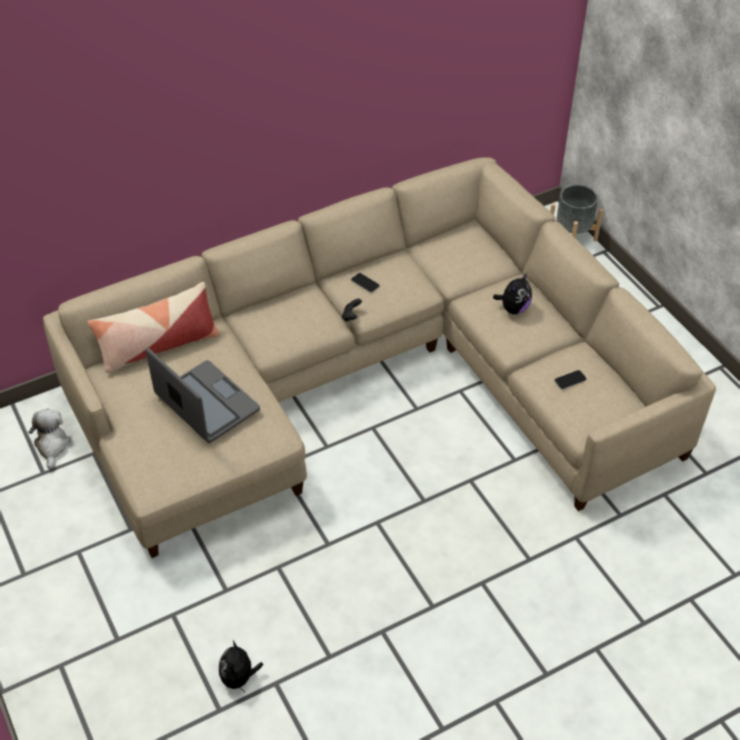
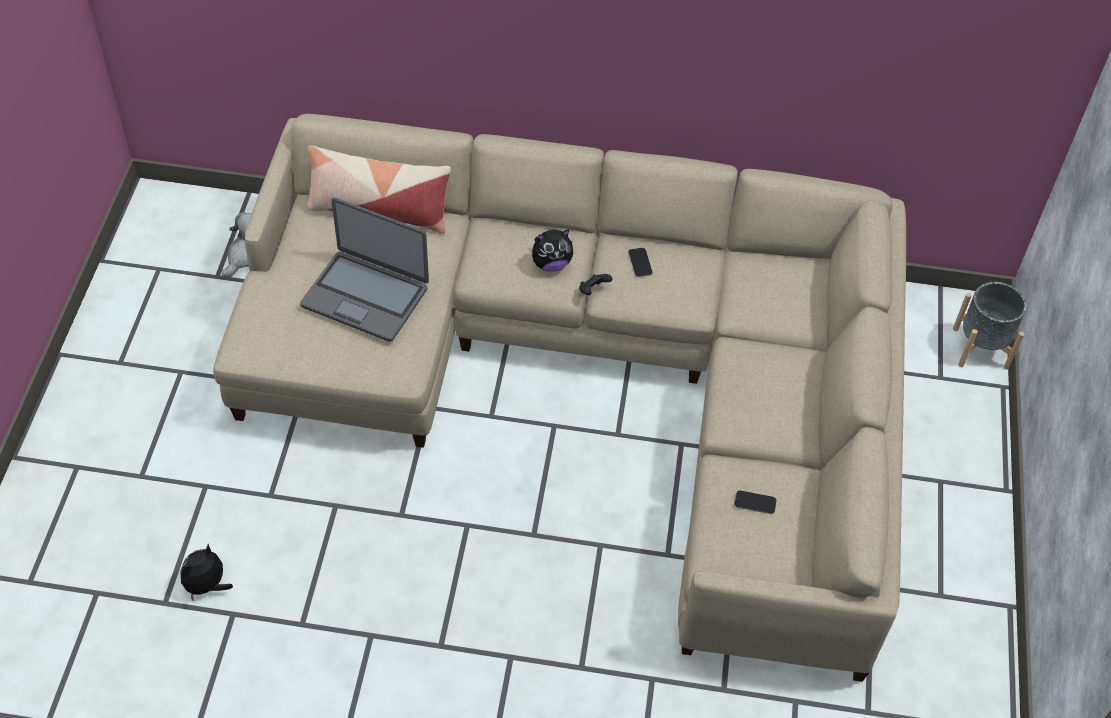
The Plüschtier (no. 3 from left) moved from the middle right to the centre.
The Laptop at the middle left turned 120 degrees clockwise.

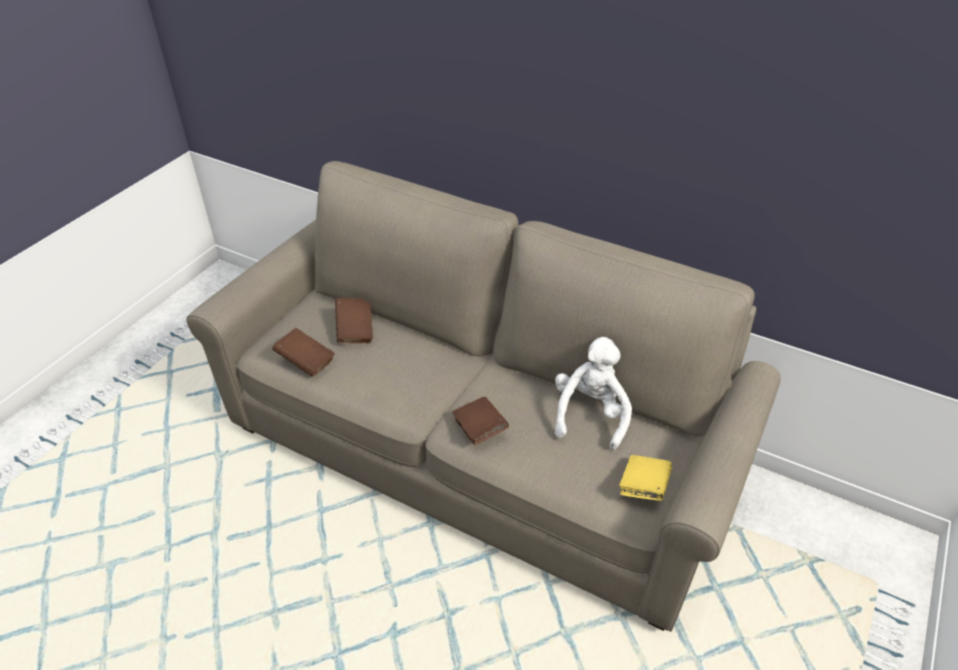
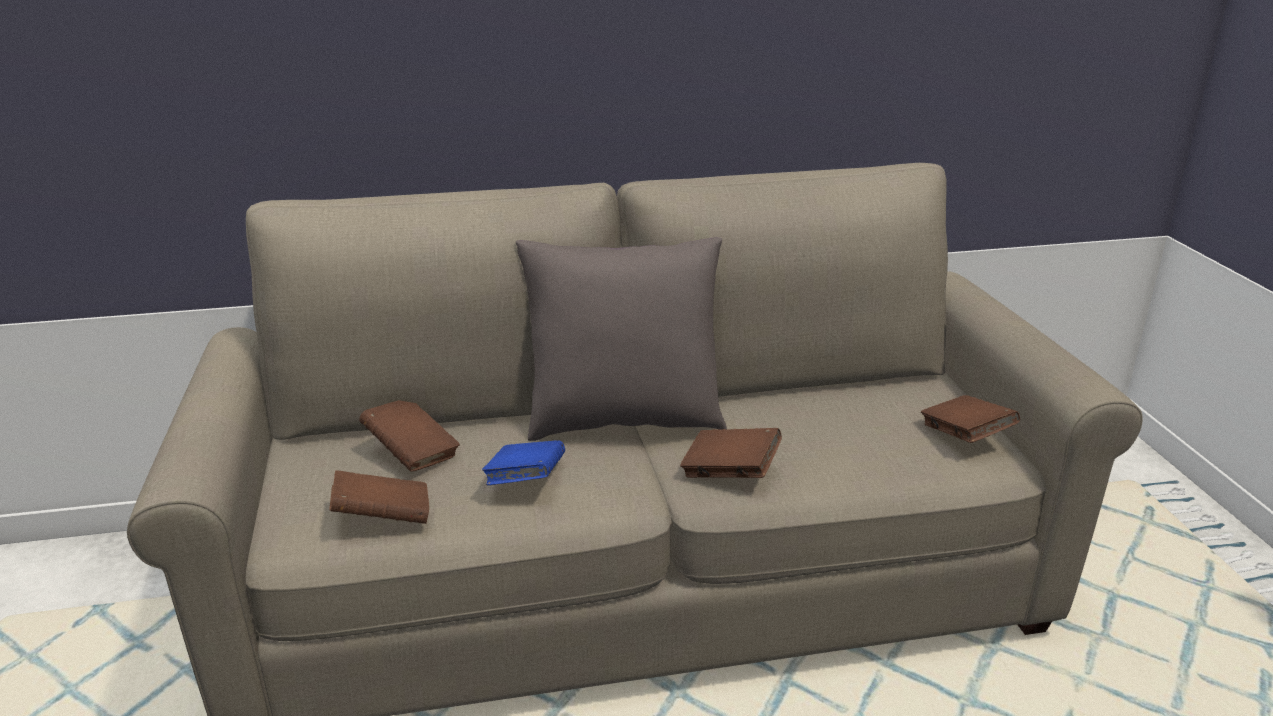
The Plüschtier (weiß) at the centre disappeared.
The Buch (gelb) at the bottom right became the Buch (braun) (no. 4 from left) at the middle right.
The Kissen (grau) at the centre appeared.
The Buch (blau) at the centre appeared.

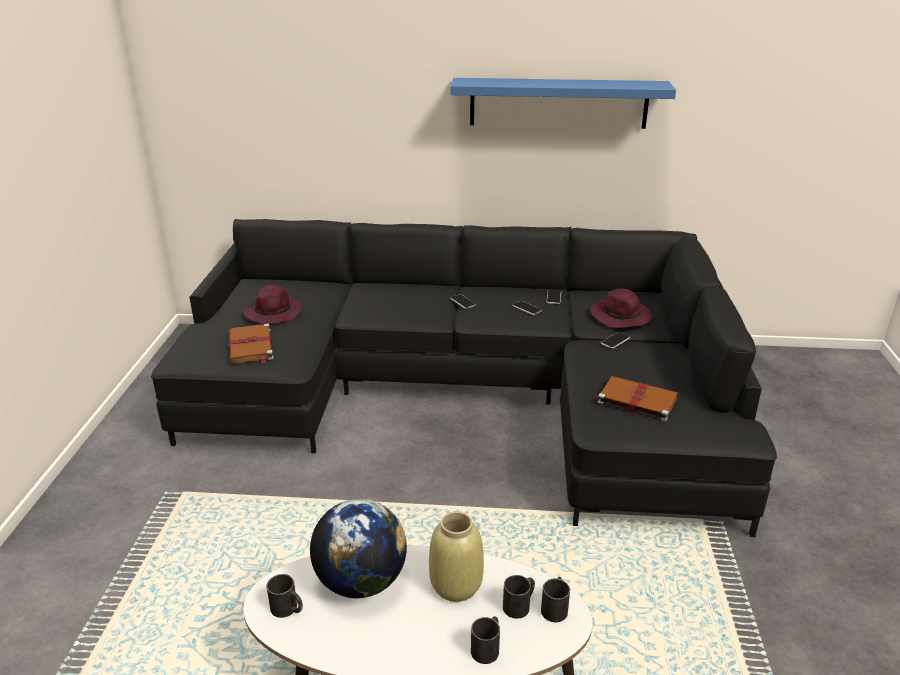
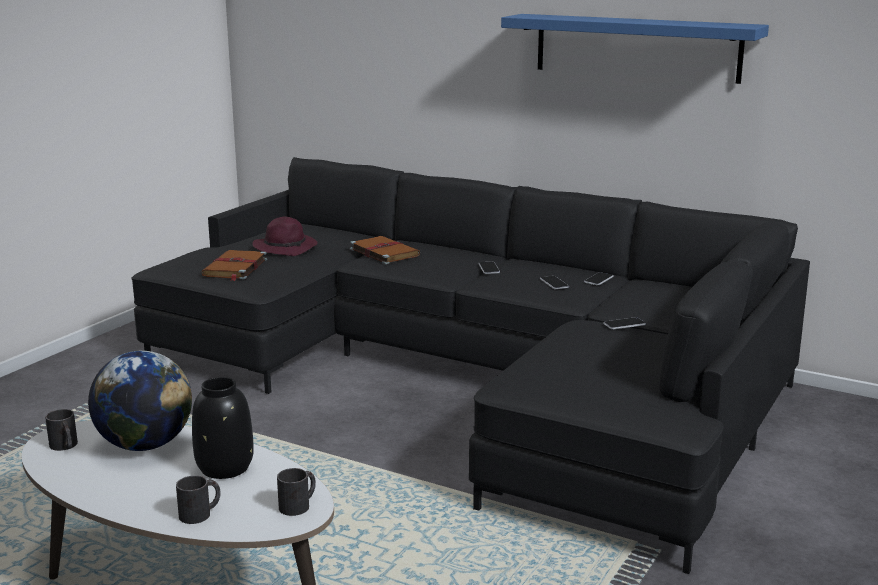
The Hut (lila) (no. 2 from left) at the middle right disappeared.
The Buch (braun) (no. 2 from left) moved from the middle right to the centre.
The Vase (beige) at the bottom centre became the Vase (schwarz) at the bottom left.
The Henkelbecher (schwarz) (no. 3 from left) at the bottom centre disappeared.

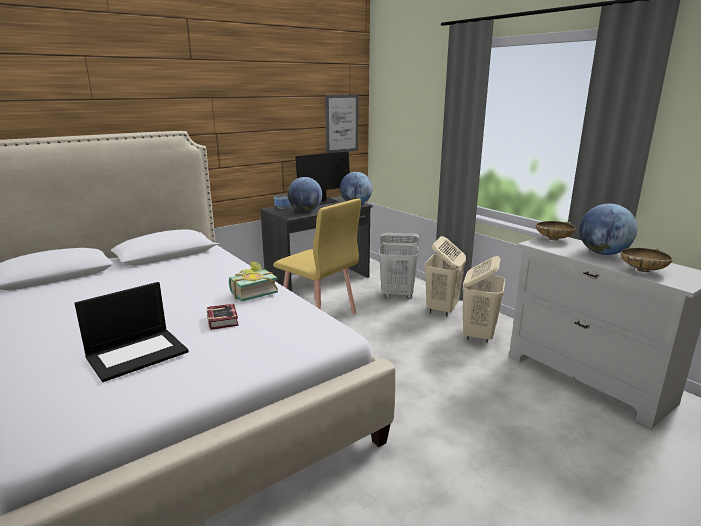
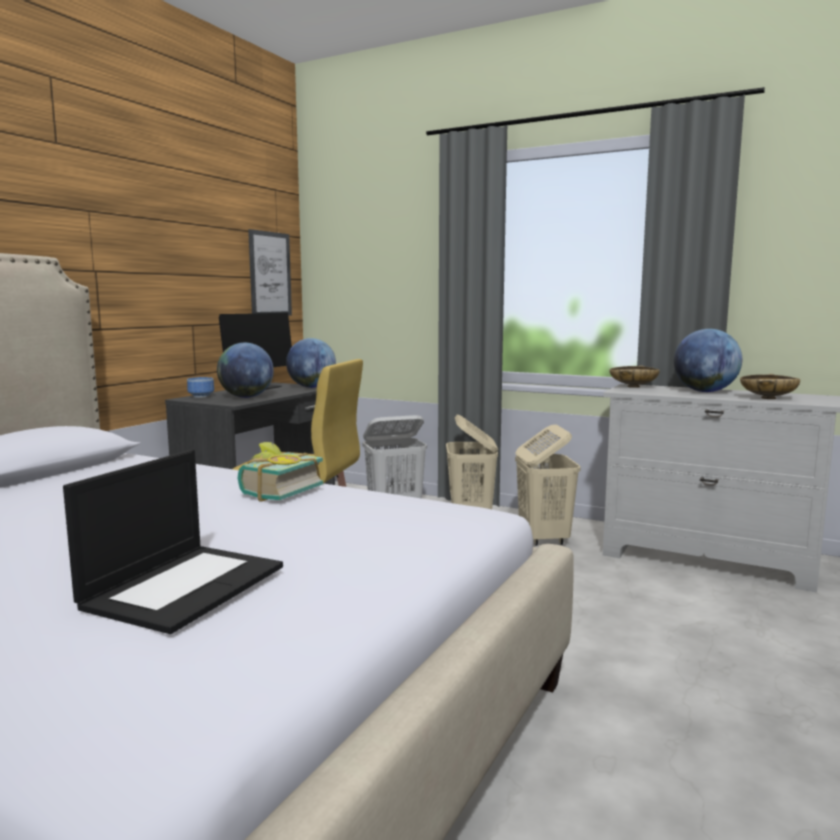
The Buch (no. 1 from left) at the middle left disappeared.

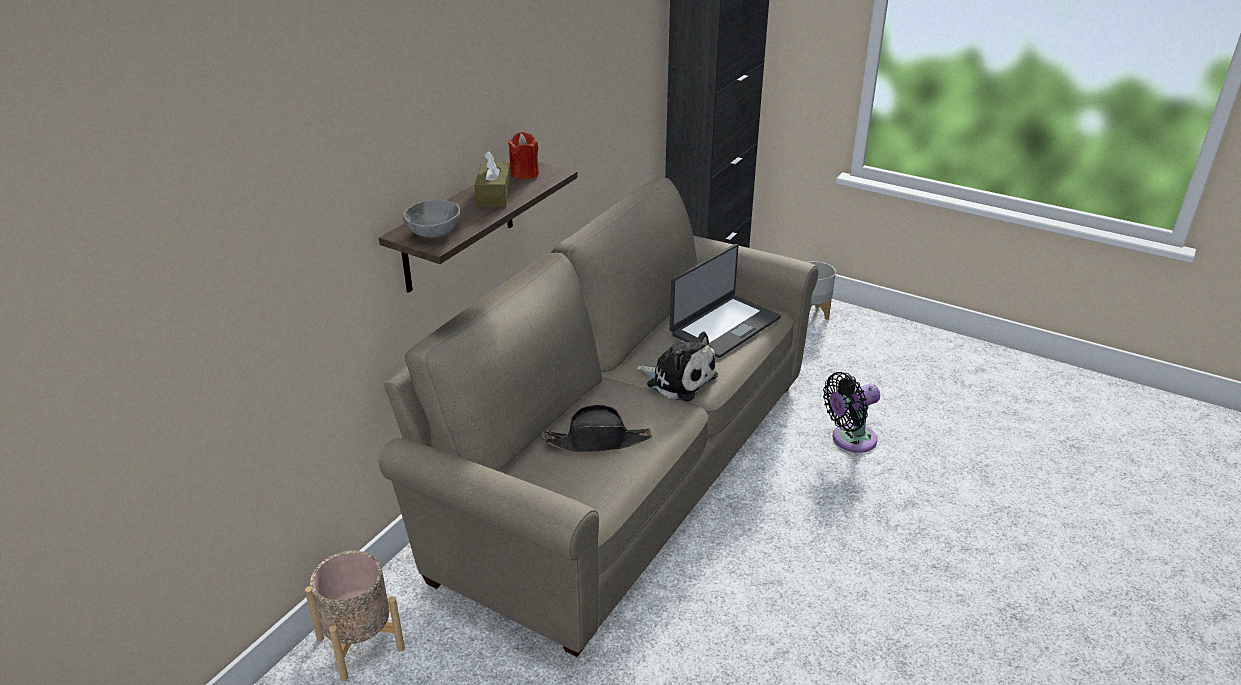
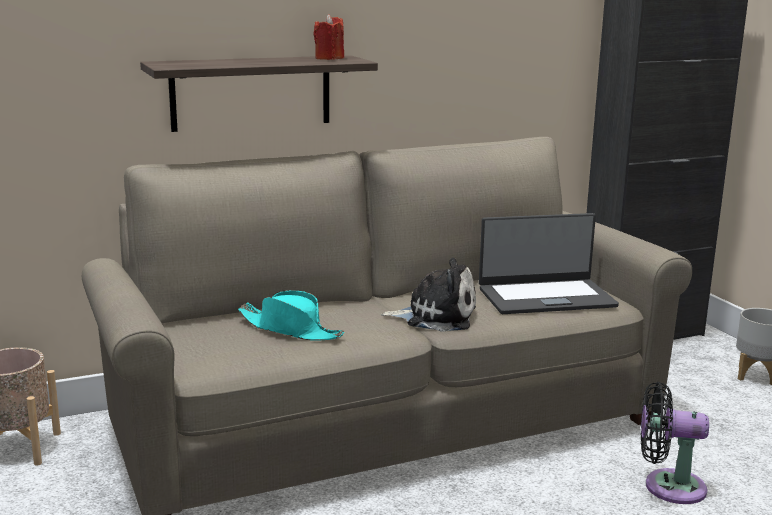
The Taschentuchbox (braun) at the top centre disappeared.
The Schüssel (grau) at the top centre disappeared.
The Plüschtier at the centre turned 60 degrees counterclockwise.
The Hut (schwarz) at the centre became the Hut (türkis) at the centre.

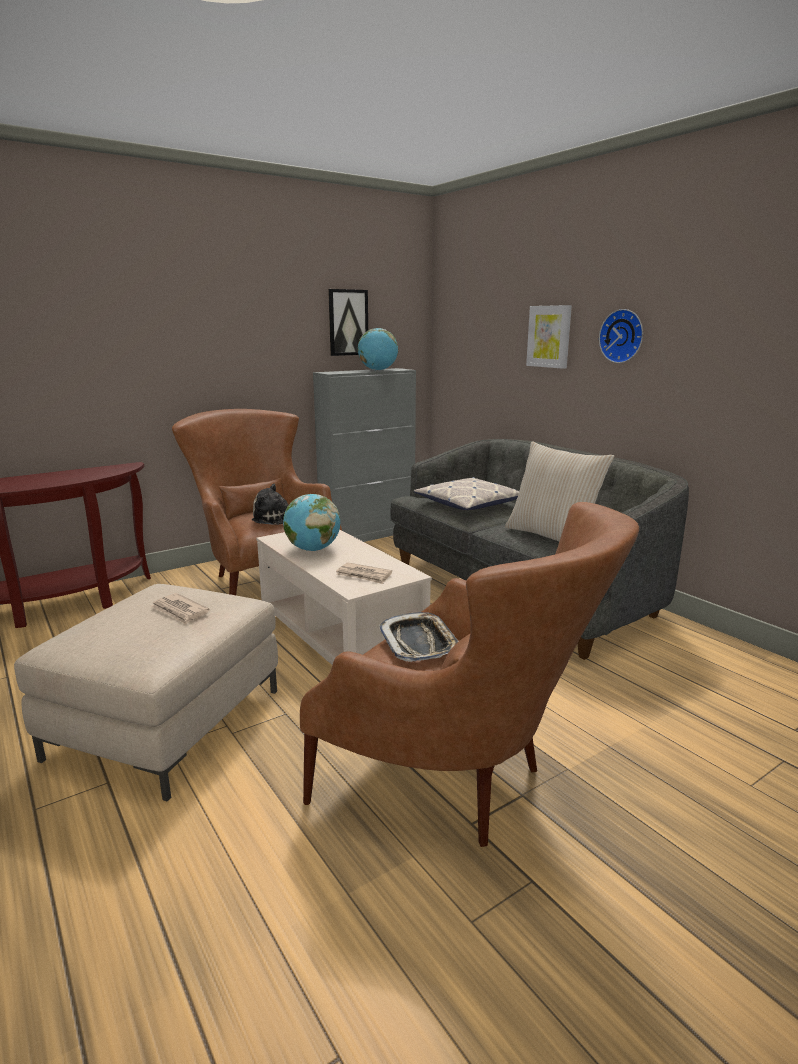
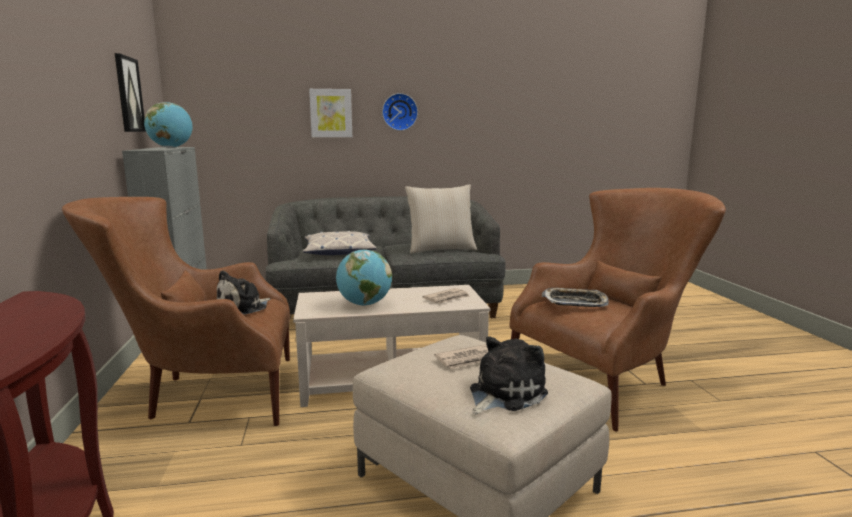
The Plüschtier (no. 2 from left) at the bottom centre appeared.

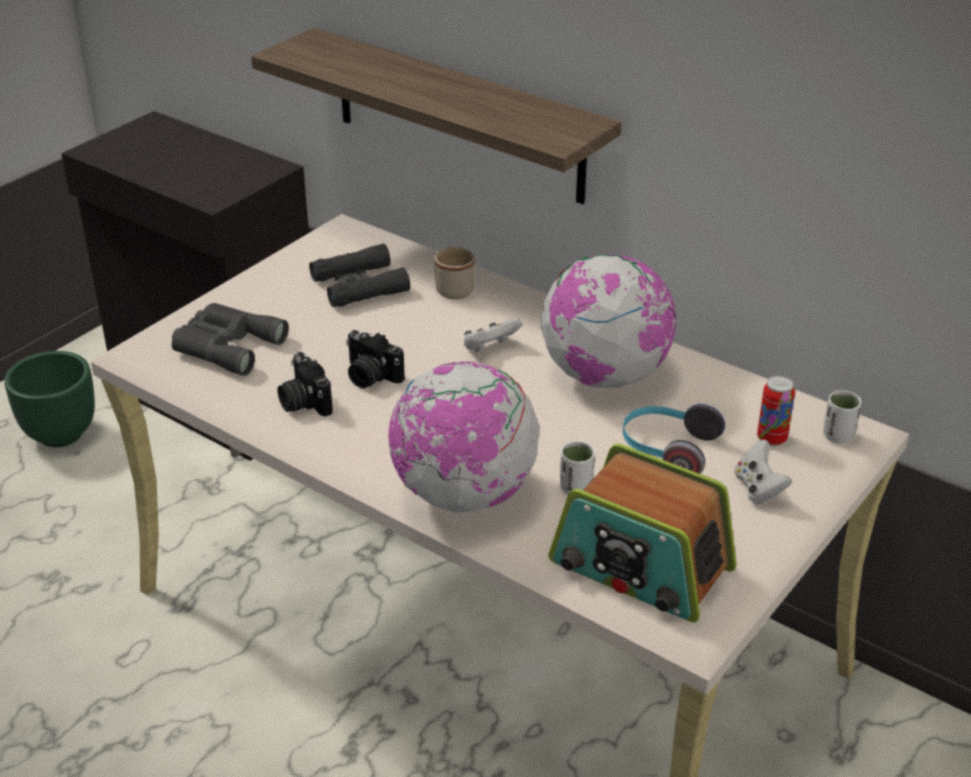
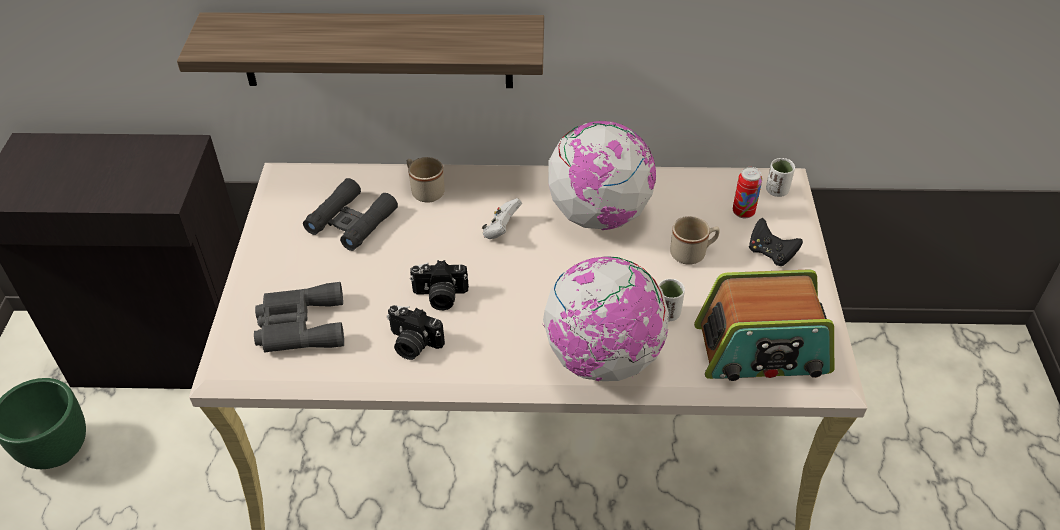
The Kopfhörer at the middle right was replaced by the Henkelbecher (beige) (no. 2 from left) at the centre.
The Gamepad (weiß) (no. 2 from left) at the middle right became the Gamepad (schwarz) at the middle right.

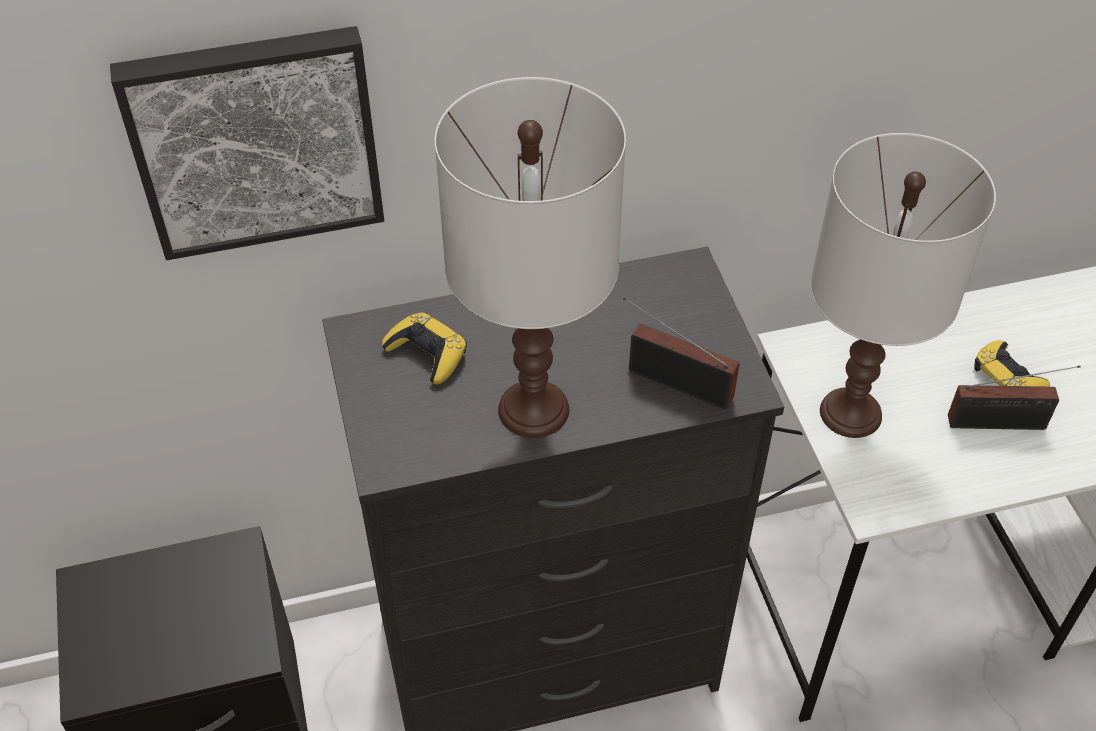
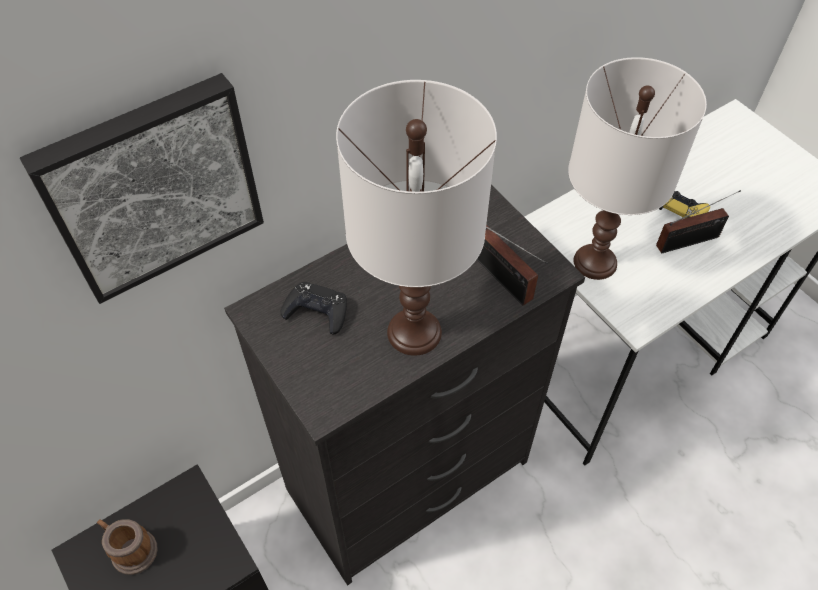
The Radio (no. 1 from left) at the centre turned 135 degrees counterclockwise.
The Gamepad (gelb) (no. 1 from left) at the centre became the Gamepad (schwarz) at the centre.
The Henkelbecher at the bottom left appeared.

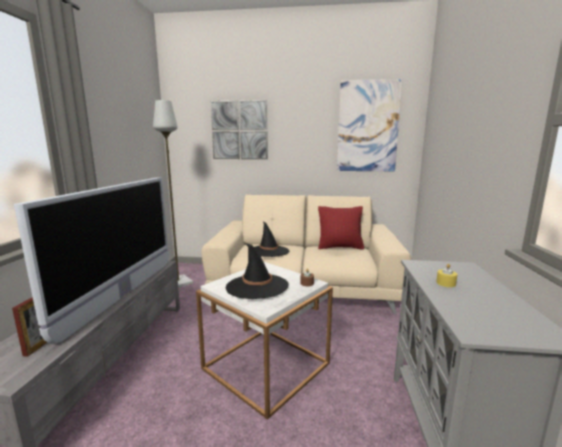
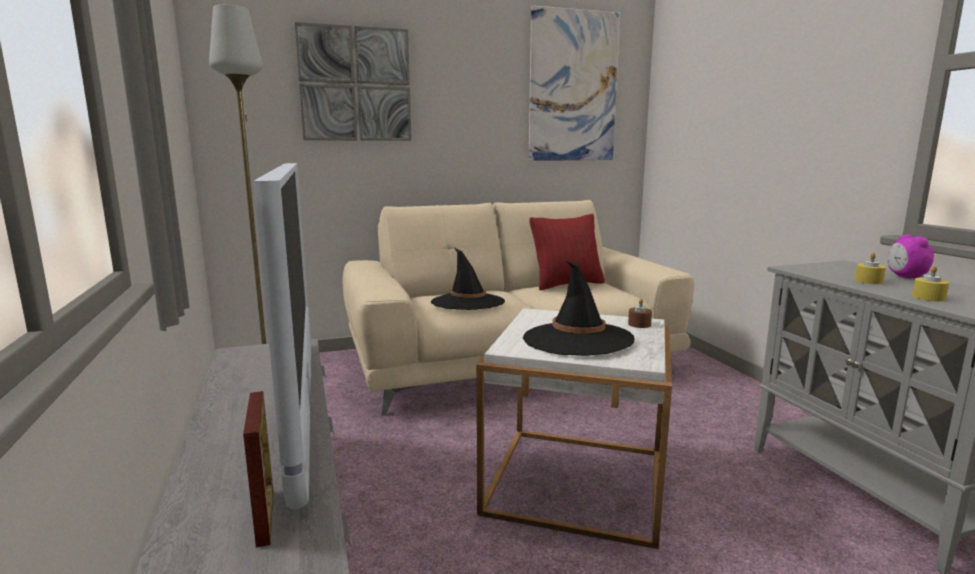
The Wecker at the middle right appeared.
The Kerze (gelb) (no. 2 from left) at the middle right appeared.

